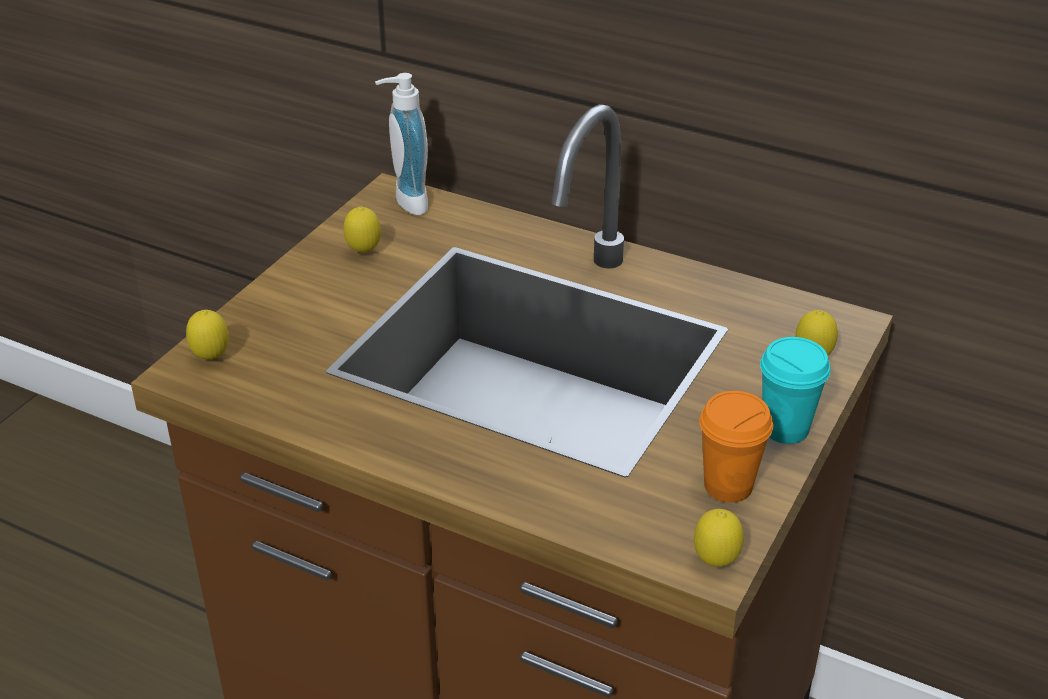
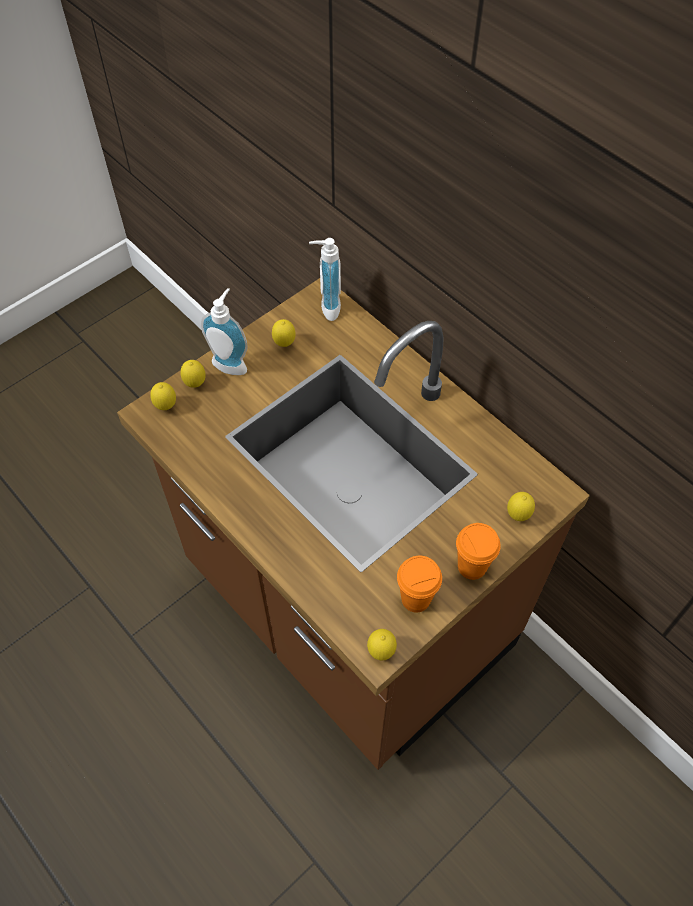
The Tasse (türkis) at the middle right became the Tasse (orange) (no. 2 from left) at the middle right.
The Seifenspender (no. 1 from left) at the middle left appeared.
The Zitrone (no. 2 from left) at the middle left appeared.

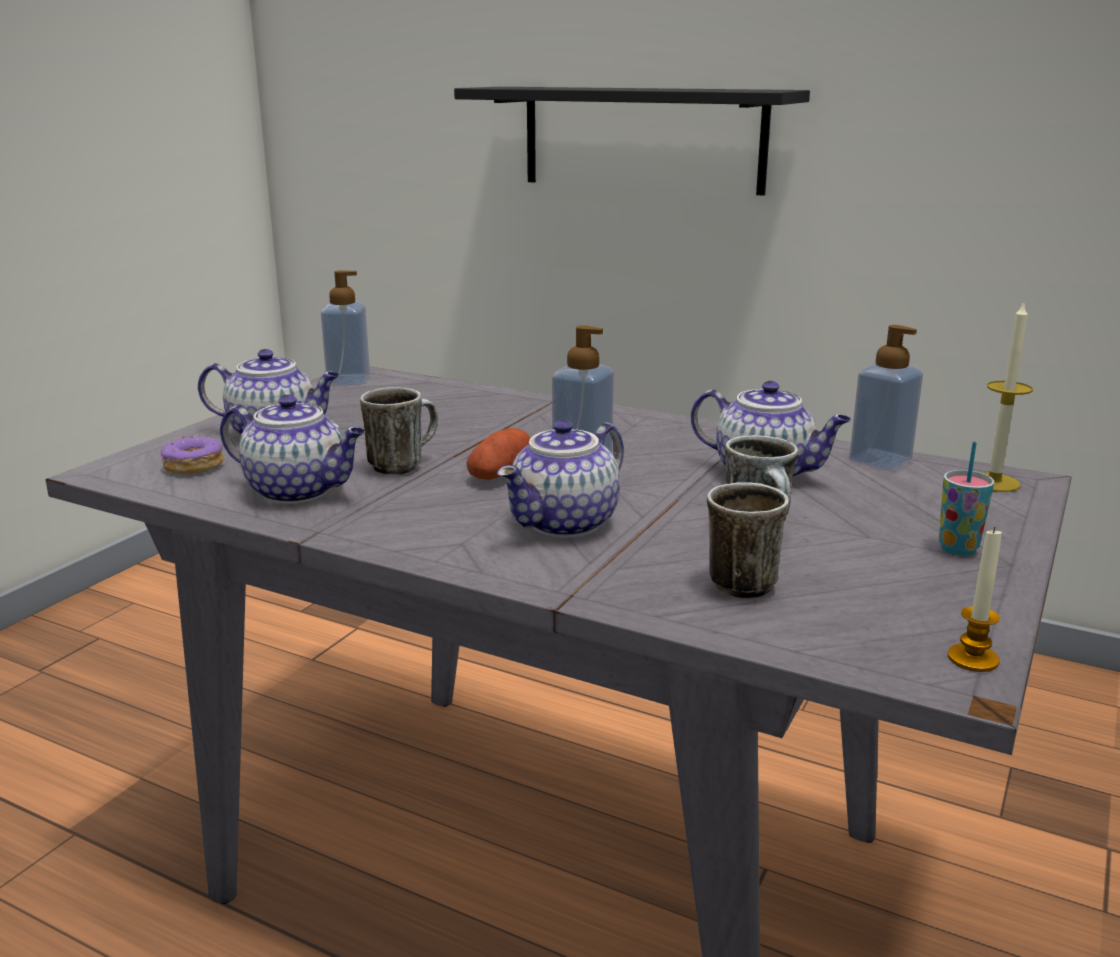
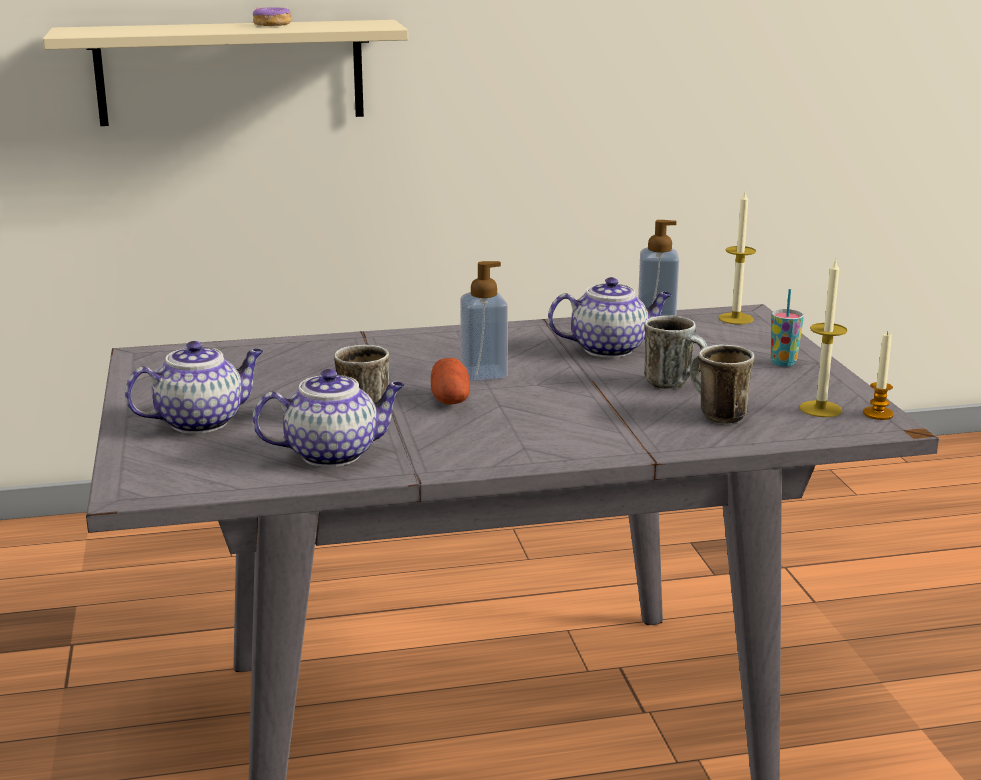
The Wandregal (schwarz) at the top centre became the Wandregal (beige) at the top left.
The Seifenspender (no. 1 from left) at the middle left disappeared.
The Teekanne (no. 3 from left) at the centre disappeared.
The Donut moved from the middle left to the top left.
The Kerze (no. 2 from left) at the middle right appeared.

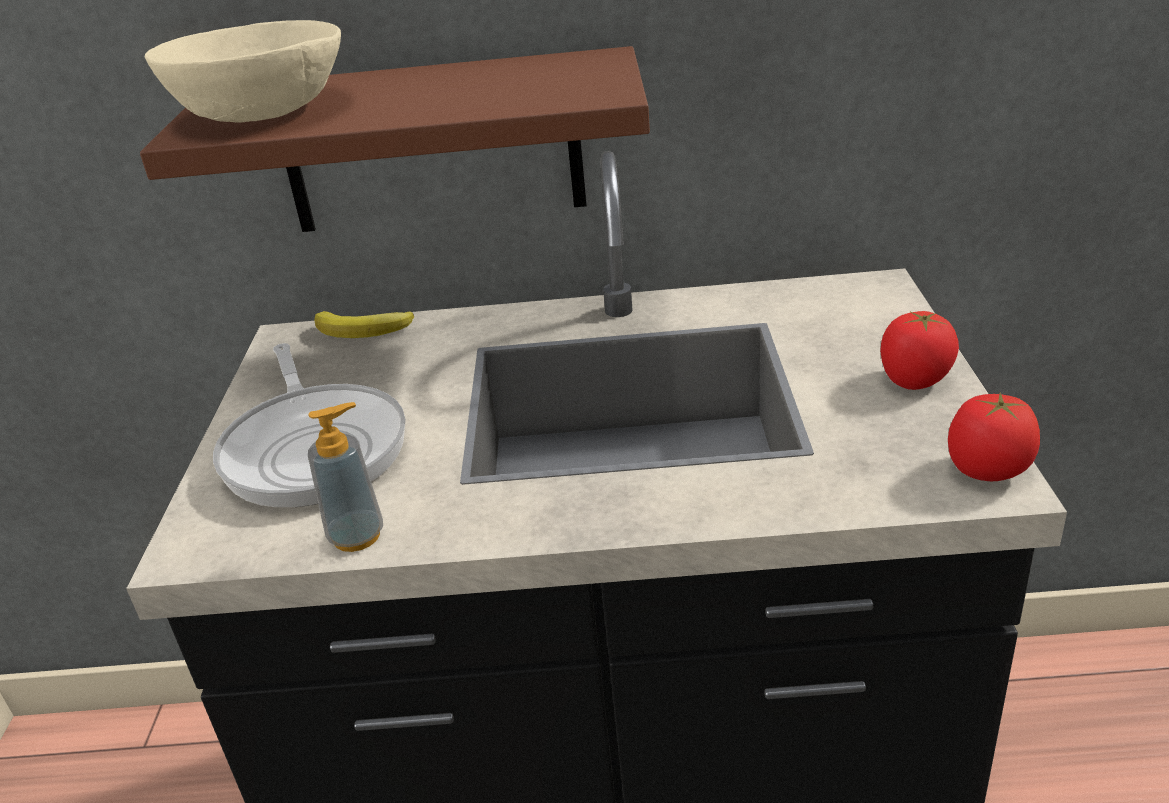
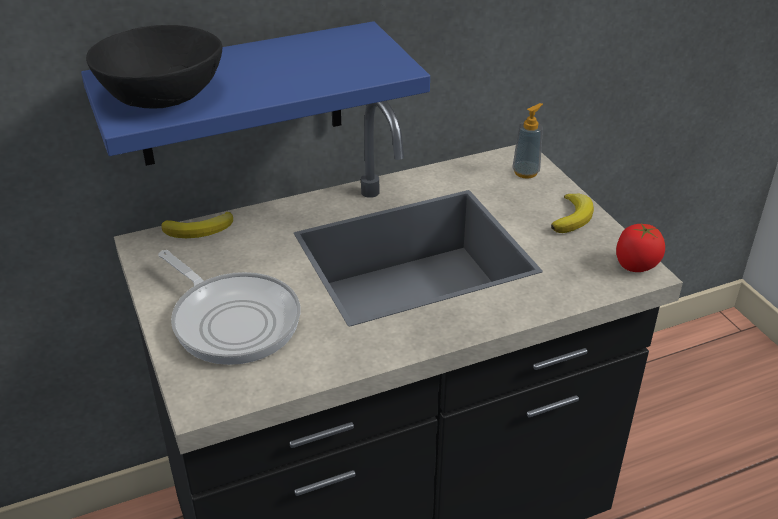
The Schüssel (beige) at the top left became the Schüssel (schwarz) at the top left.
The Wandregal (braun) at the top centre became the Wandregal (blau) at the top left.
The Tomate (no. 1 from left) at the middle right was replaced by the Banane (no. 2 from left) at the middle right.
The Seifenspender moved from the middle left to the top right.

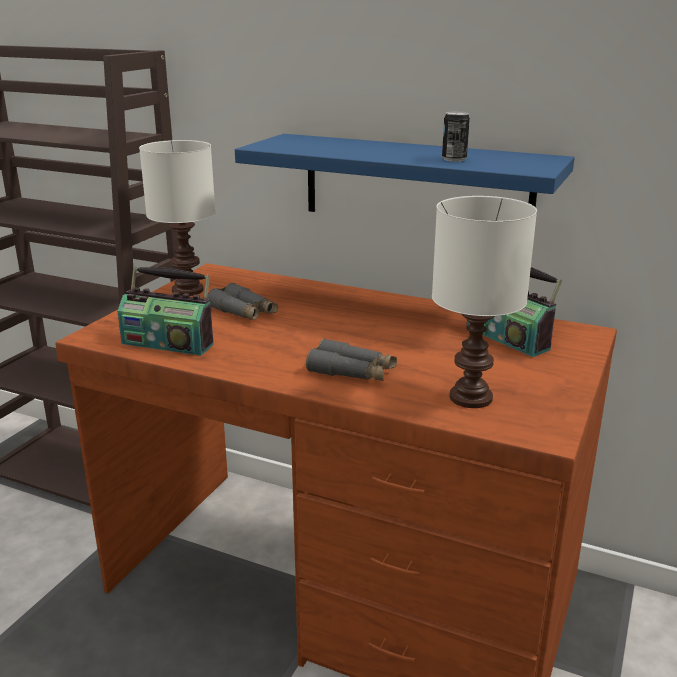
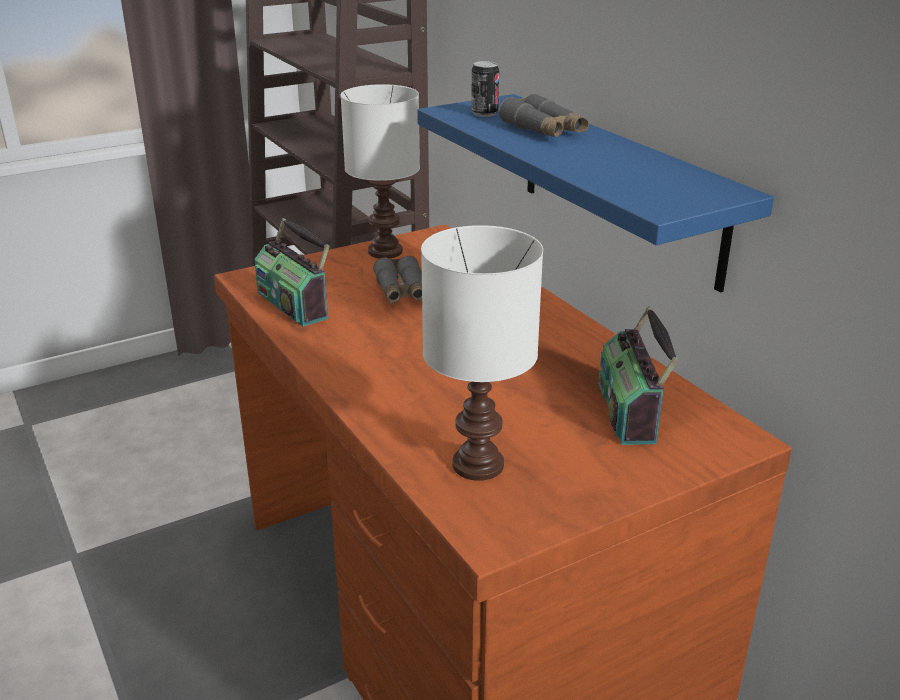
The Dose moved from the top right to the top centre.
The Fernglas (grau) (no. 2 from left) moved from the centre to the top centre.

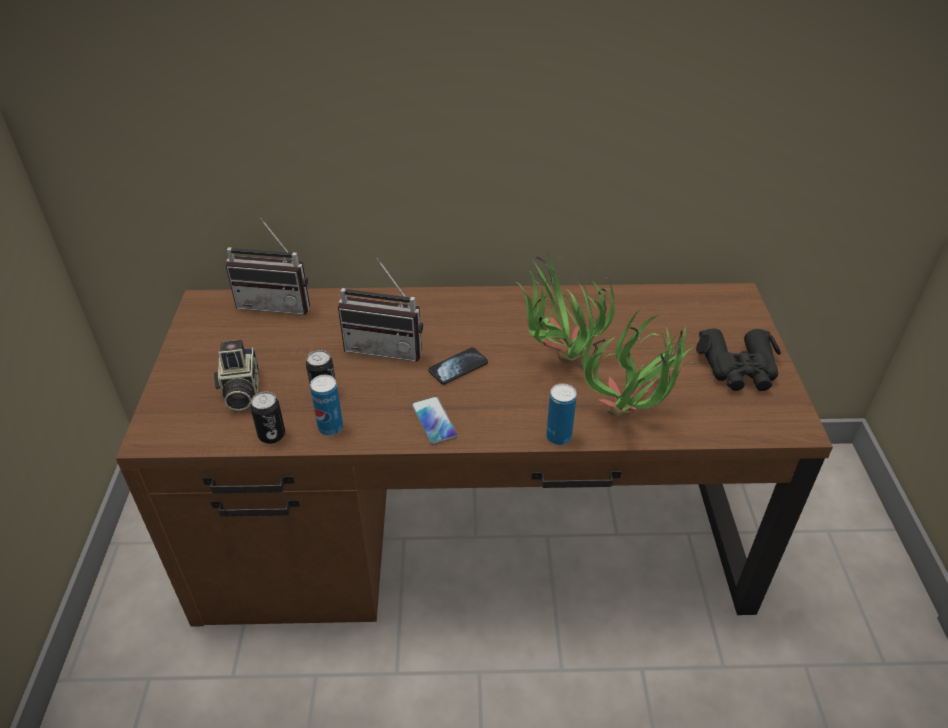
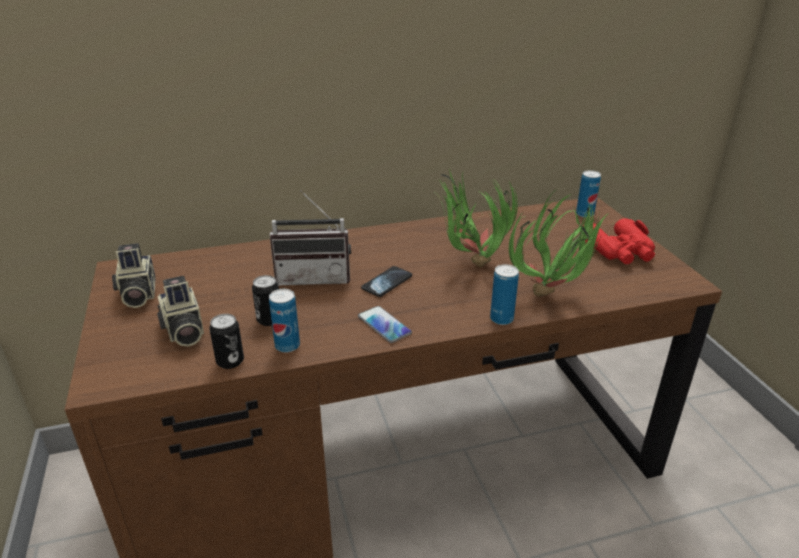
The Radio (no. 1 from left) at the middle left disappeared.
The Fernglas (schwarz) at the middle right became the Fernglas (rot) at the middle right.
The Dose (no. 5 from left) at the middle right appeared.
The Kamera (no. 1 from left) at the middle left appeared.

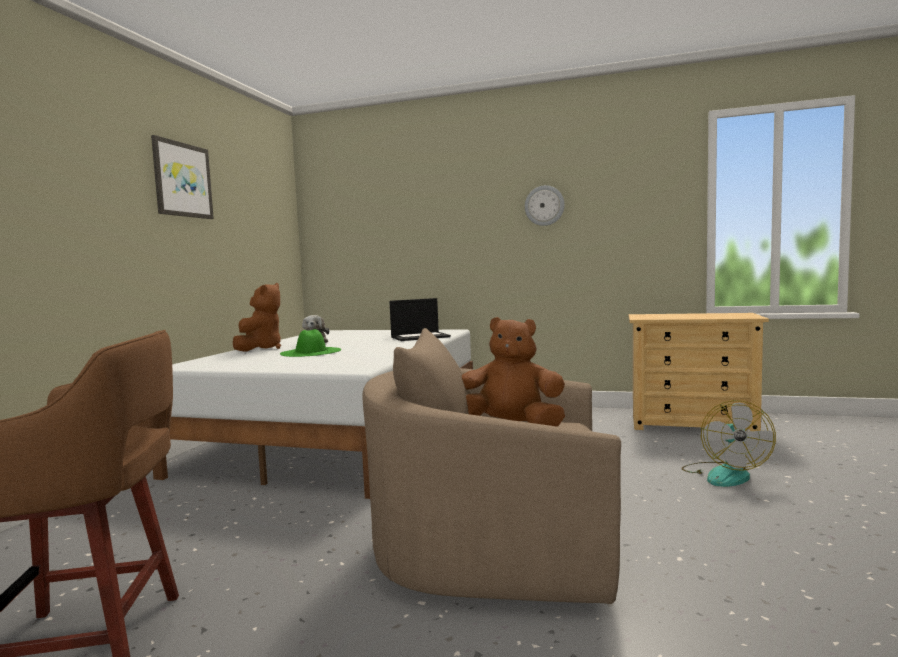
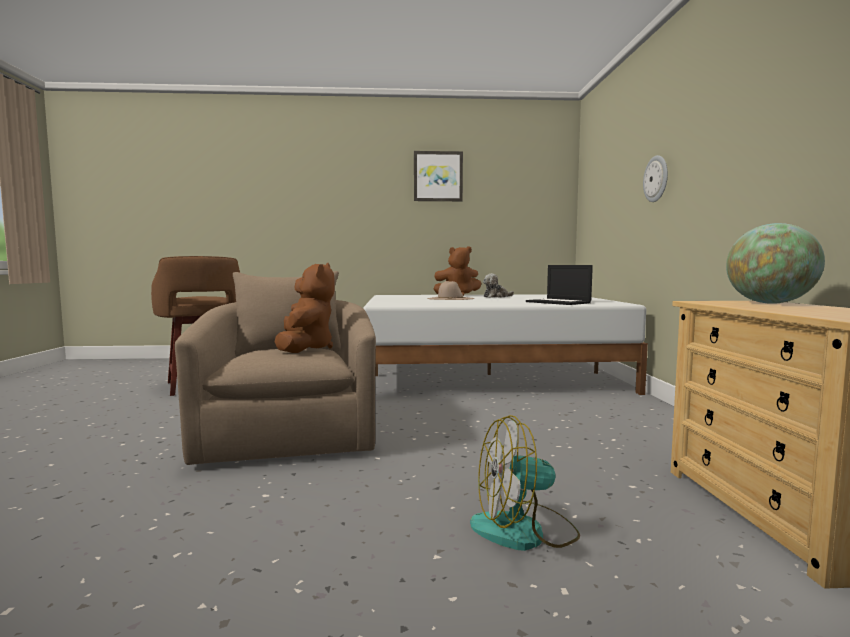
The Wanduhr moved from the top centre to the top right.
The Hut (grün) at the centre became the Hut (beige) at the centre.
The Globus at the middle right appeared.

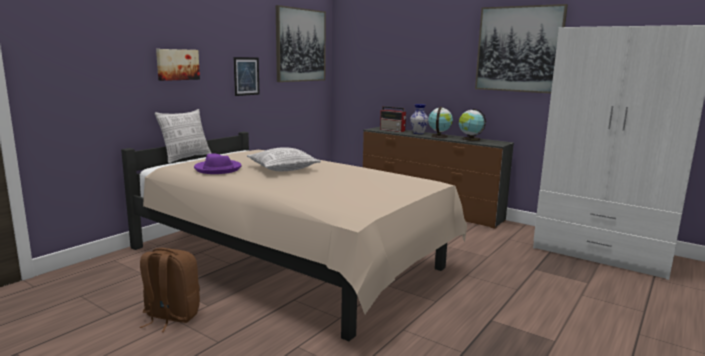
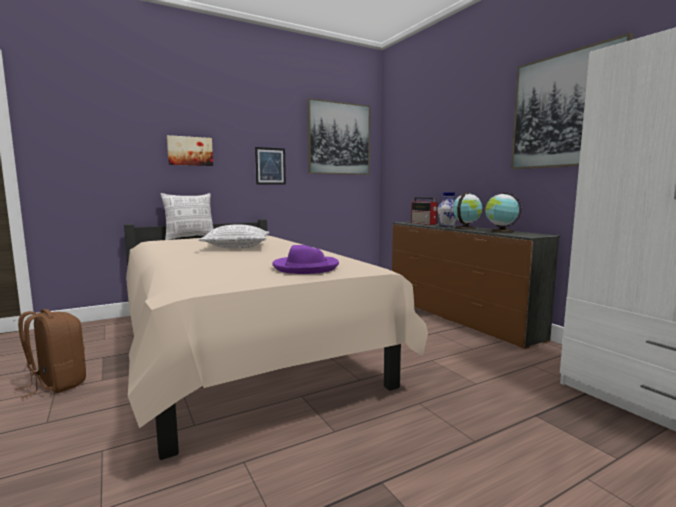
The Hut (lila) moved from the middle left to the centre.

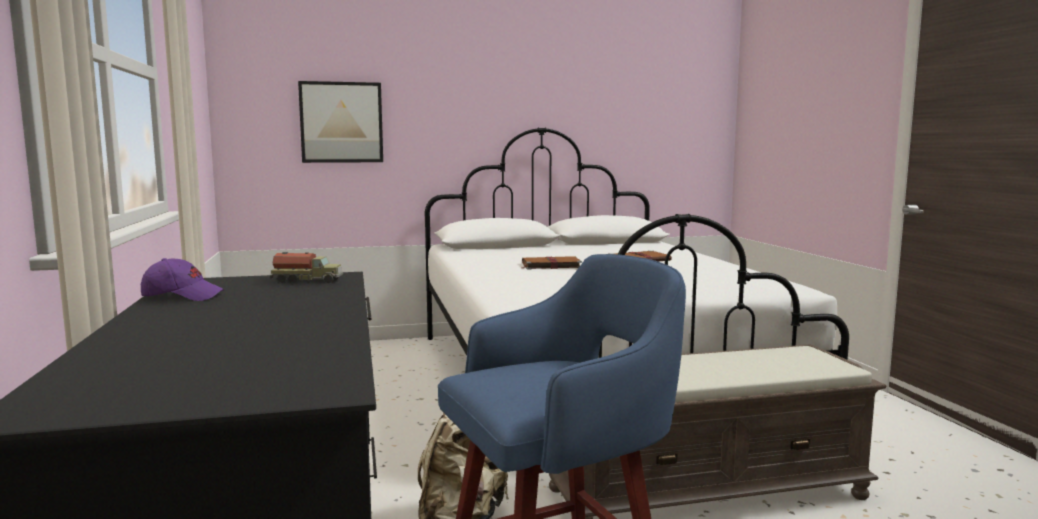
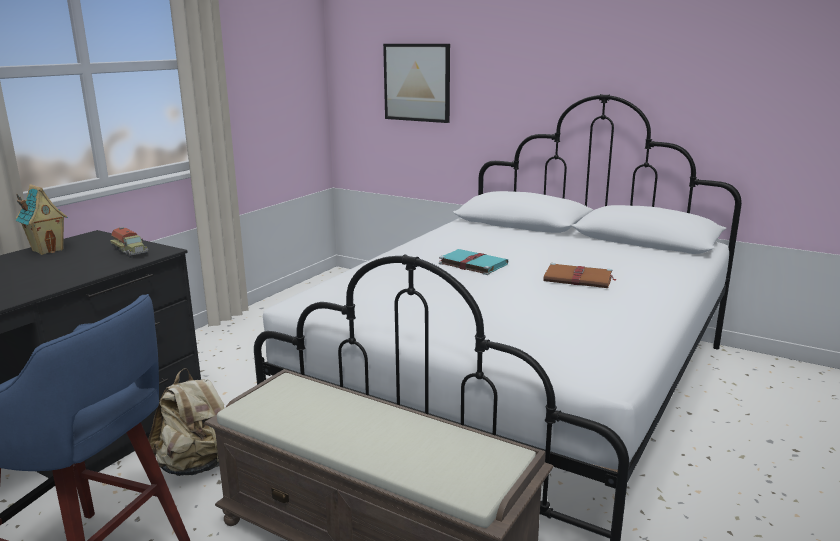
The Buch (braun) (no. 1 from left) at the centre became the Buch (türkis) at the centre.
The Kappe (lila) at the middle left was replaced by the Spielzeughaus at the middle left.

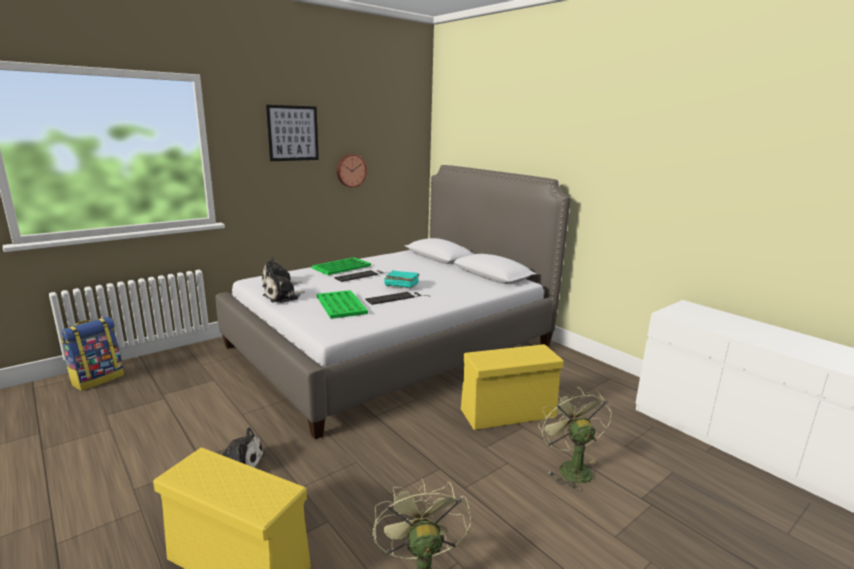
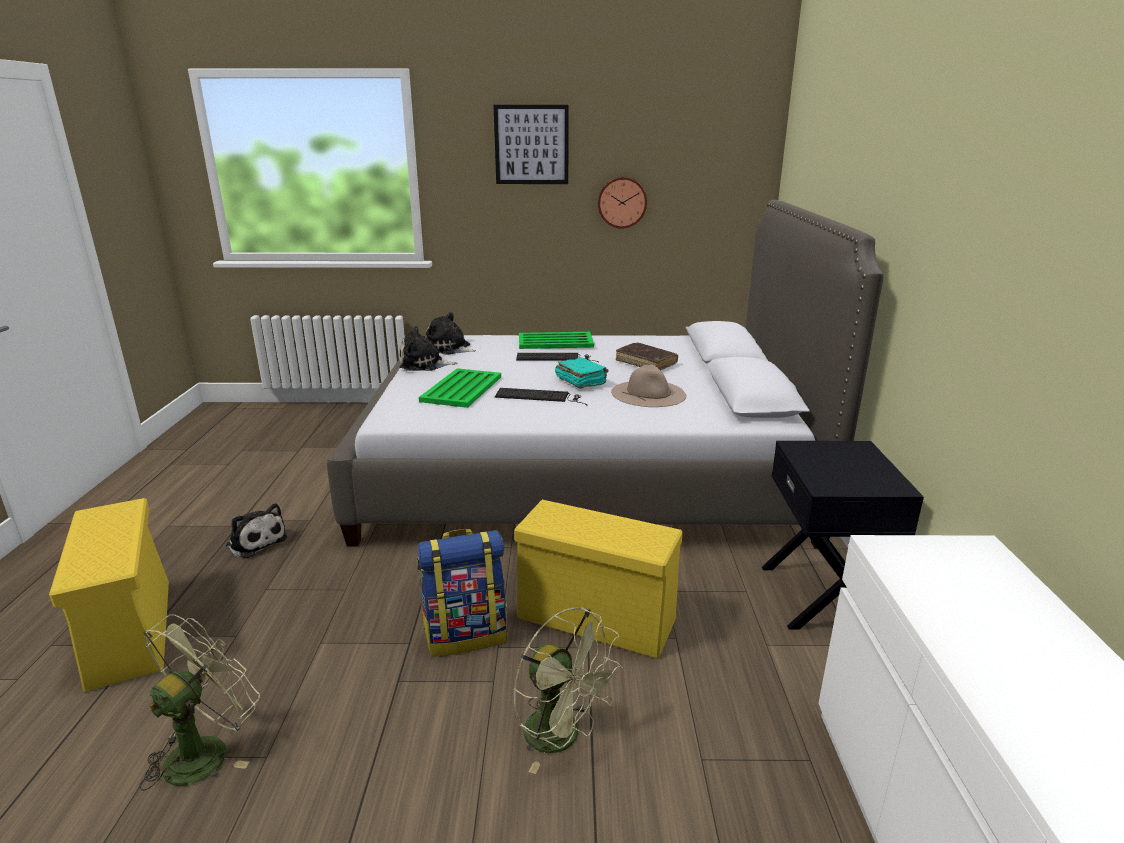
The Rucksack moved from the middle left to the bottom centre.
The Ventilator (grün) (no. 2 from left) at the bottom right turned 105 degrees clockwise.
The Buch (braun) at the centre appeared.
The Hut (beige) at the centre appeared.
The Nachttisch (schwarz) at the middle right appeared.

